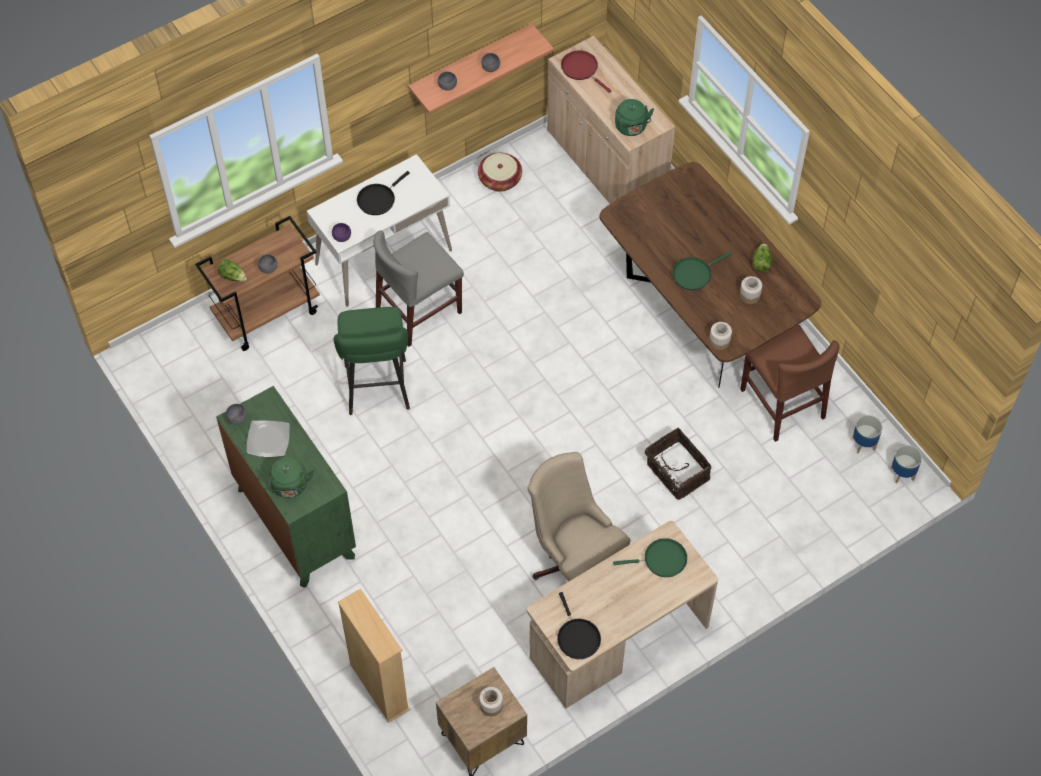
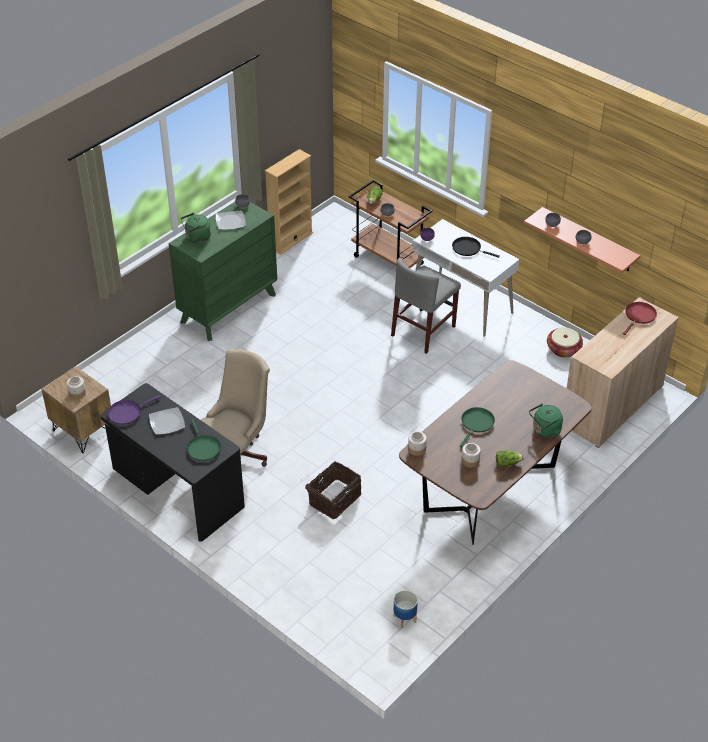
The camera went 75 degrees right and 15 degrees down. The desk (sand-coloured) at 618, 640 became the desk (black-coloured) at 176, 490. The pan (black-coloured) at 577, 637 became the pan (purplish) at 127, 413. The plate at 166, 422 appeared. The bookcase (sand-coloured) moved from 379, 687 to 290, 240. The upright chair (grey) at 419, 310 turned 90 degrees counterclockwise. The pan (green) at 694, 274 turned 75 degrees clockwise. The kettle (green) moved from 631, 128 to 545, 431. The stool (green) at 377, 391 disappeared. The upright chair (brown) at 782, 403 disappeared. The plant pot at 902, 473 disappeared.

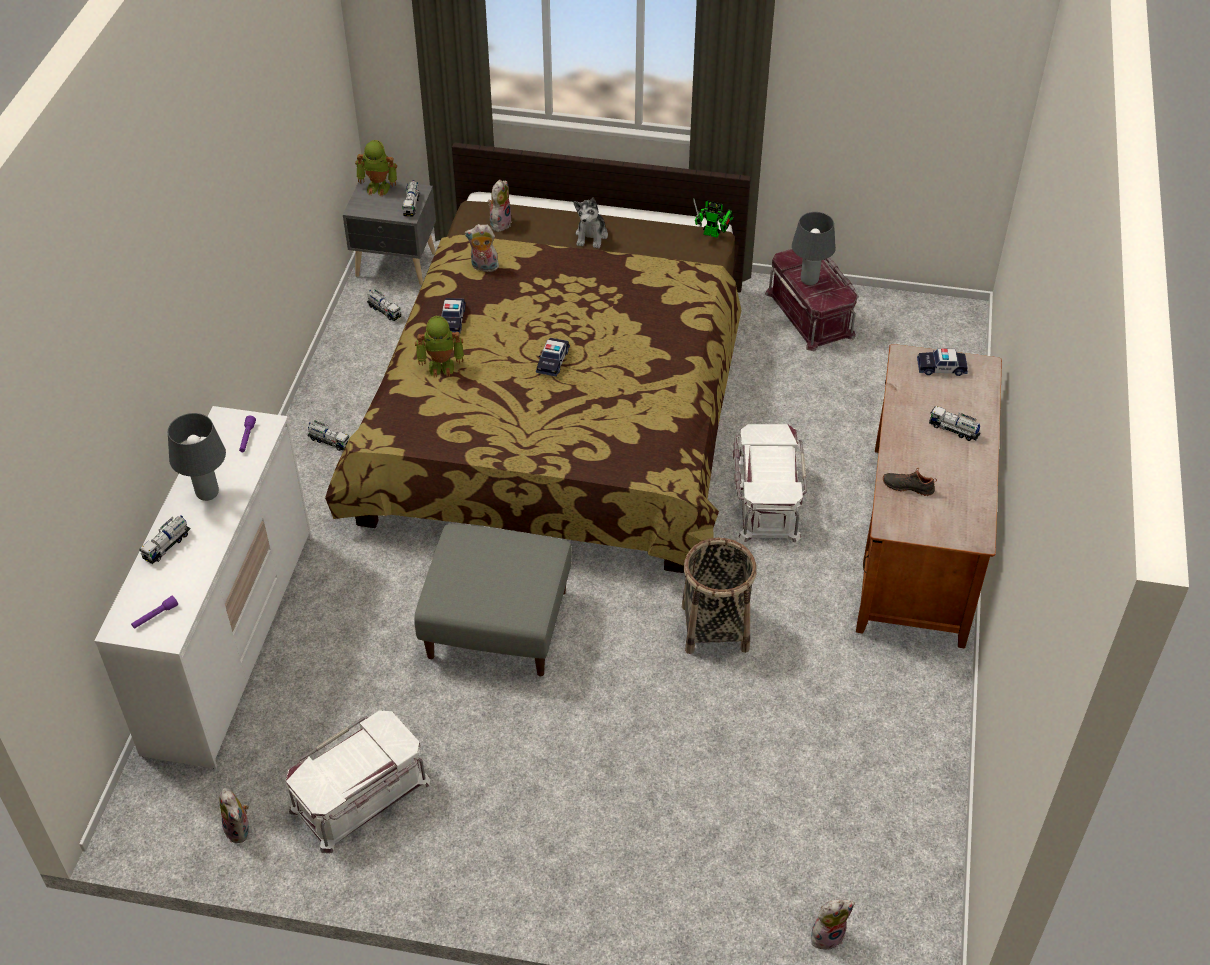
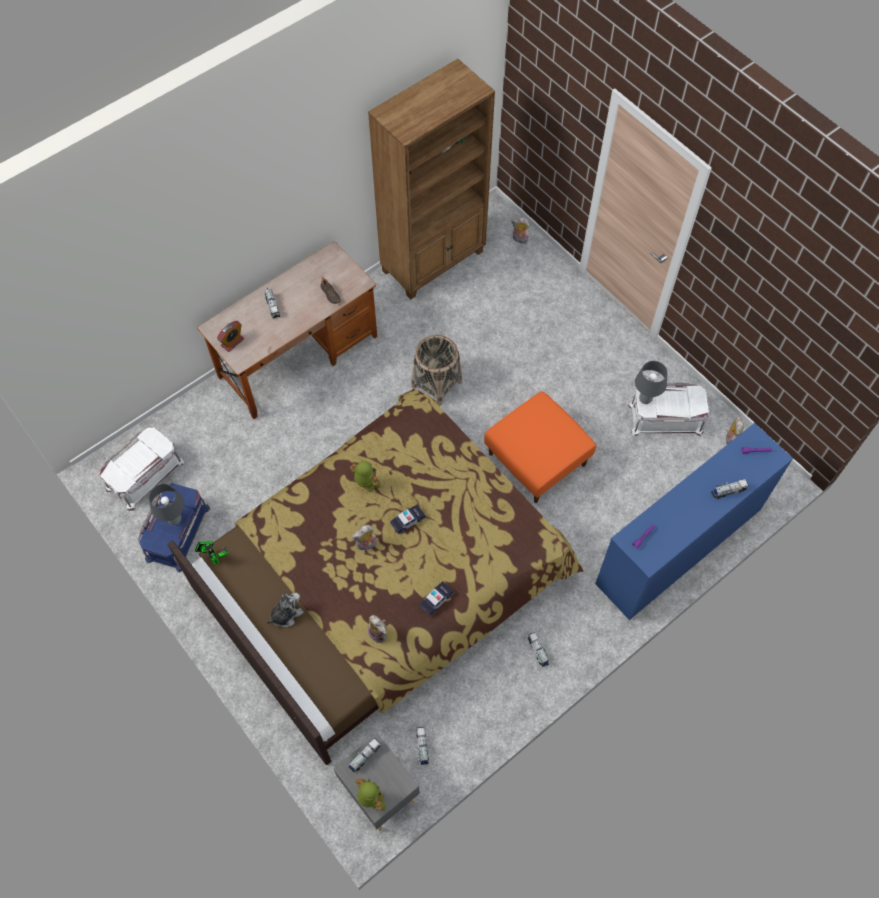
The camera went 140 degrees left and 15 degrees up. The storage container (white-coloured) moved from 765, 499 to 145, 476. The storage container (red-coloured) at 811, 314 became the storage container (blue-coloured) at 177, 533. The miniature car at 941, 367 was replaced by the table clock at 232, 342. The model robot moved from 441, 365 to 365, 484. The soft toy moved from 500, 223 to 366, 545. The bookcase (brown) at 434, 261 appeared. The pouffe (grey) at 498, 623 became the pouffe (orange) at 536, 459. The chest of drawers (white-coloured) at 231, 640 became the chest of drawers (blue-coloured) at 678, 546. The lamp for a table (grey) moved from 207, 493 to 645, 399.

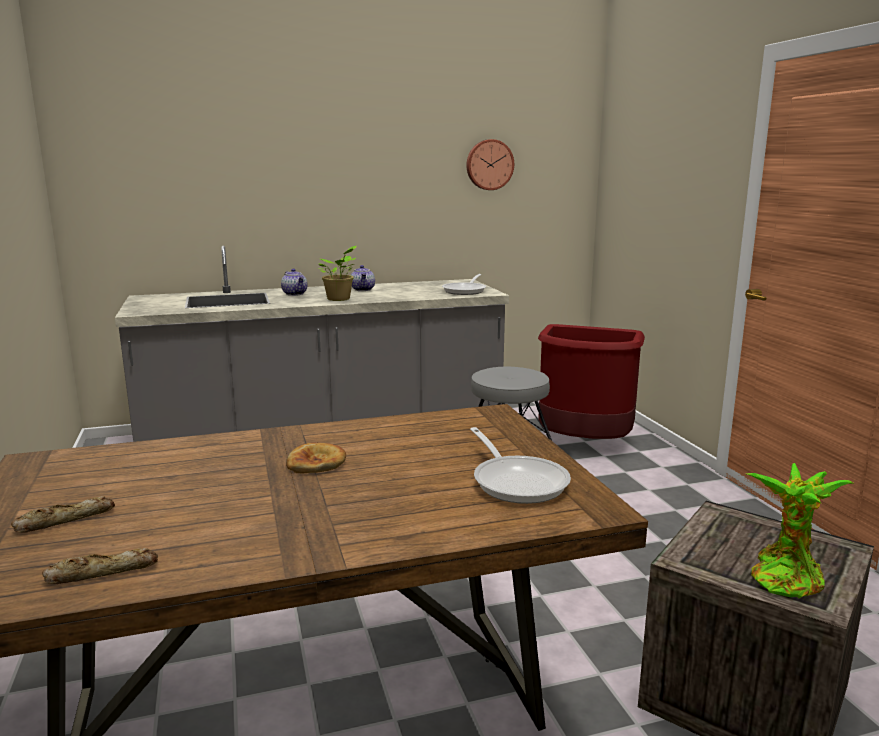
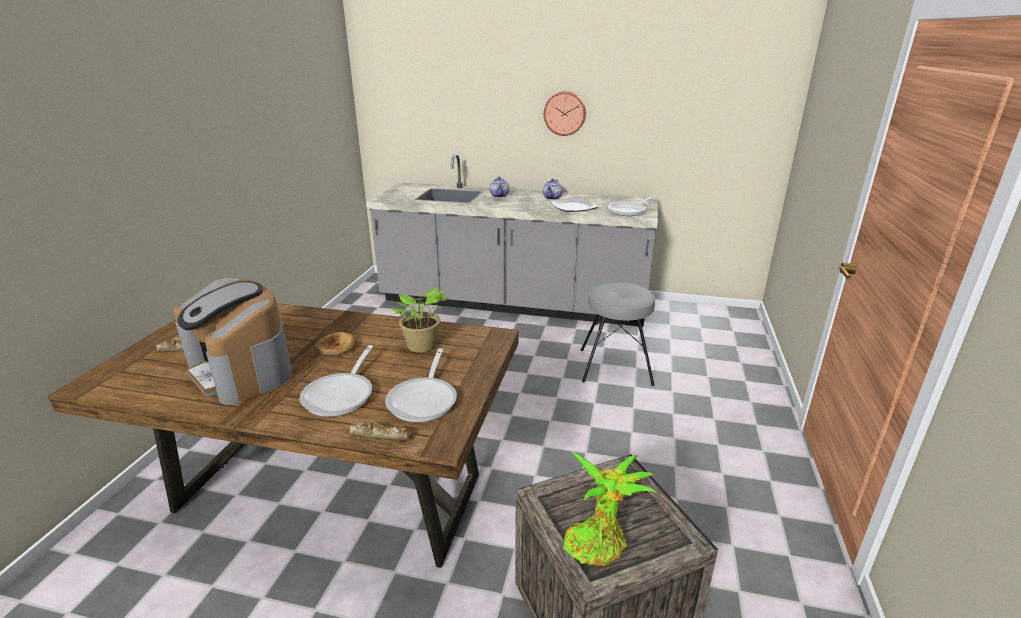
The camera went 30 degrees right and 10 degrees up. The coffee maker at 242, 370 appeared. The pan at 342, 395 appeared. The baked bread moved from 102, 572 to 381, 435. The potted plant moved from 340, 299 to 422, 347. The hanging clock moved from 489, 165 to 565, 113. The plate at 573, 207 appeared. The trash can (red-coloured) at 584, 444 disappeared.

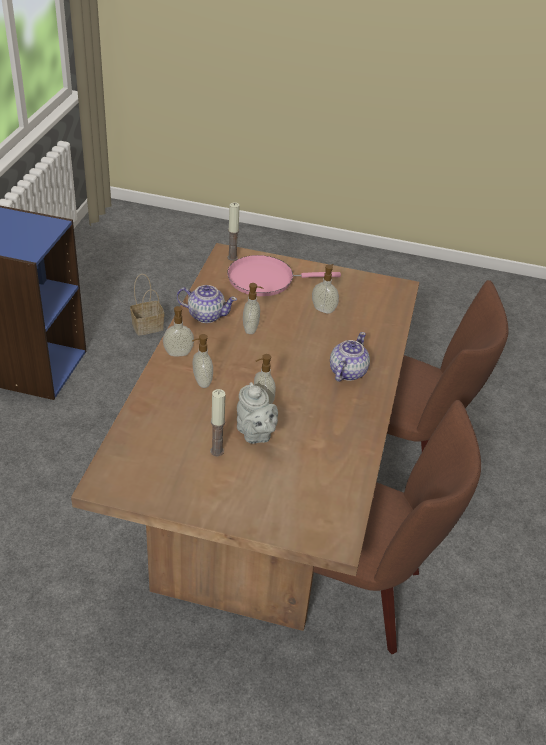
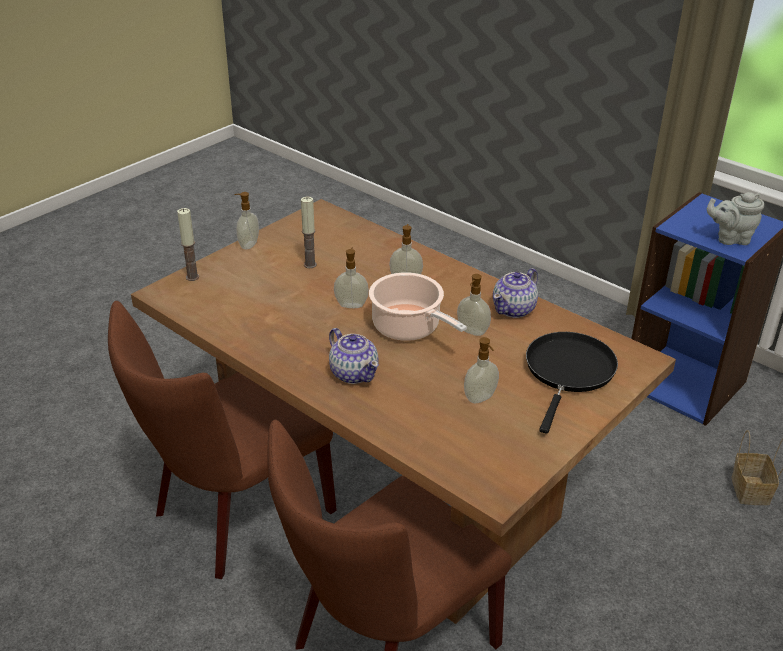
The camera went 120 degrees right and 5 degrees down. The candle moved from 232, 257 to 192, 277. The soap dispenser moved from 178, 354 to 248, 245. The saucepot at 409, 328 appeared. The pan (pink) at 265, 280 became the pan (black-coloured) at 568, 372. The teapot (grey) moved from 255, 434 to 730, 238.

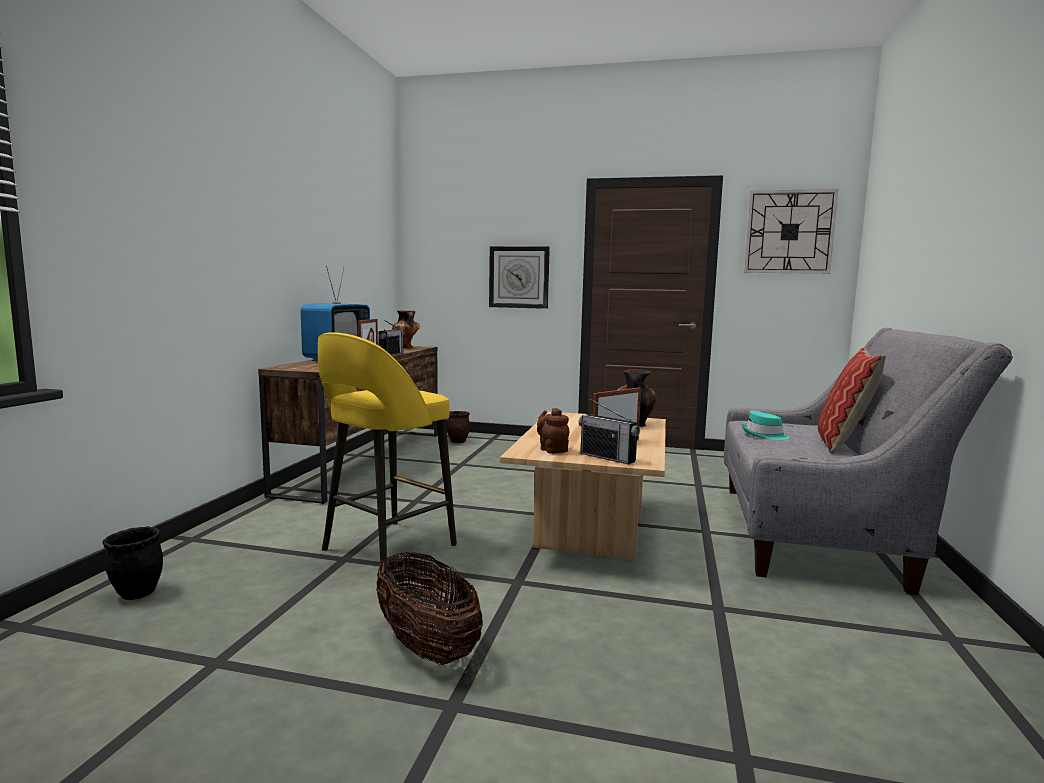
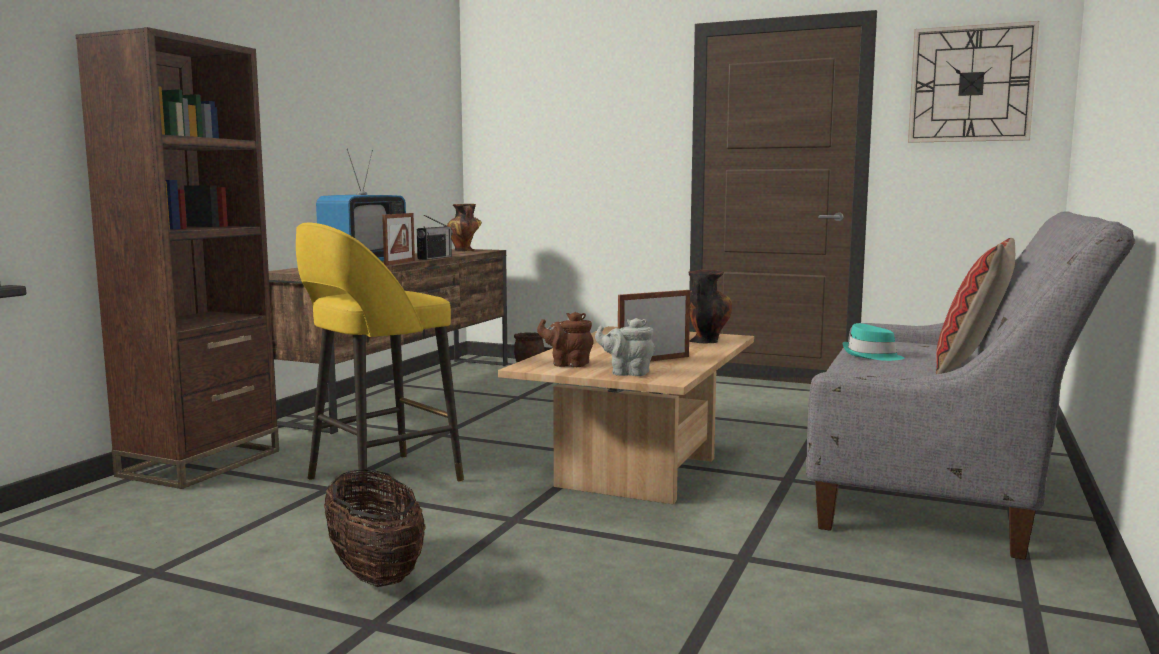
The camera went 10 degrees right and 0 degrees up. The bookcase (brown) at 201, 463 appeared. The teapot (brown) at 552, 450 turned 60 degrees counterclockwise. The radio at 607, 457 was replaced by the teapot (grey) at 627, 373. The plant pot (black-coloured) at 137, 593 disappeared. The hanging clock at 519, 277 disappeared.

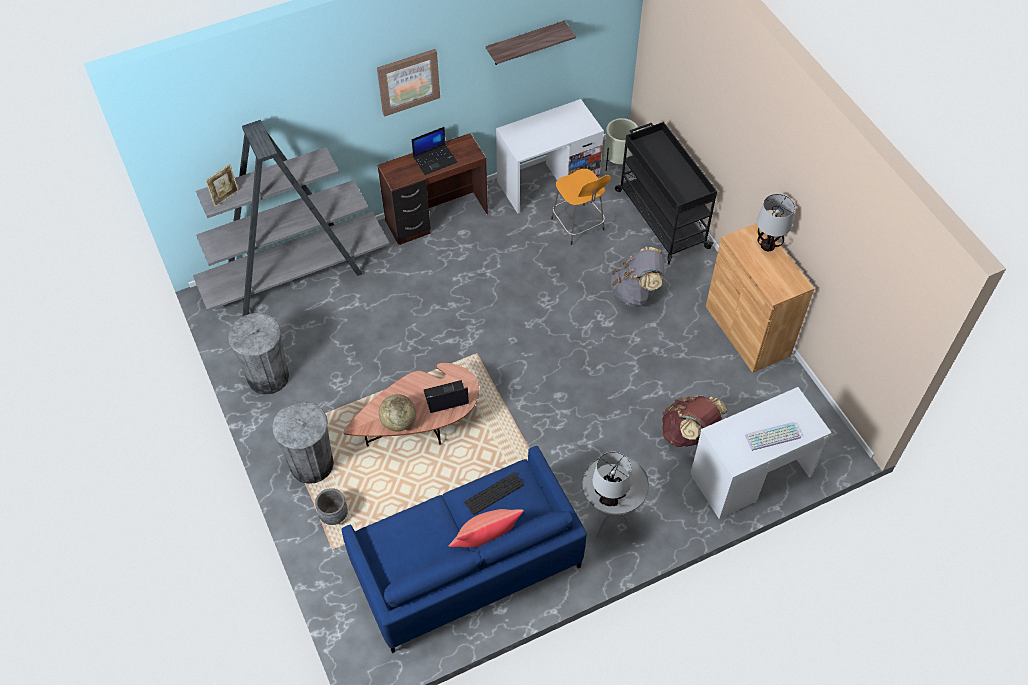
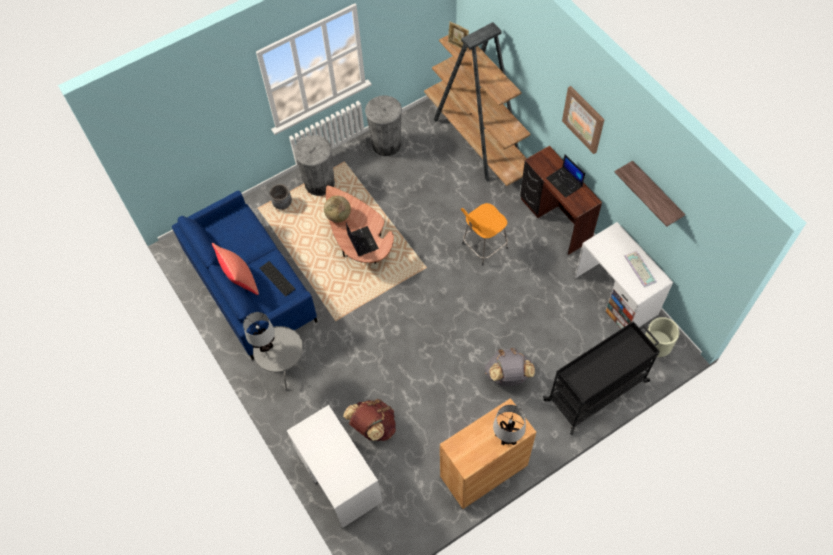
The camera went 85 degrees right and 5 degrees up. The bookcase (grey) at 296, 275 became the bookcase (brown) at 478, 141. The stool (orange) moved from 578, 226 to 483, 246. The PC keyboard moved from 772, 437 to 639, 268.

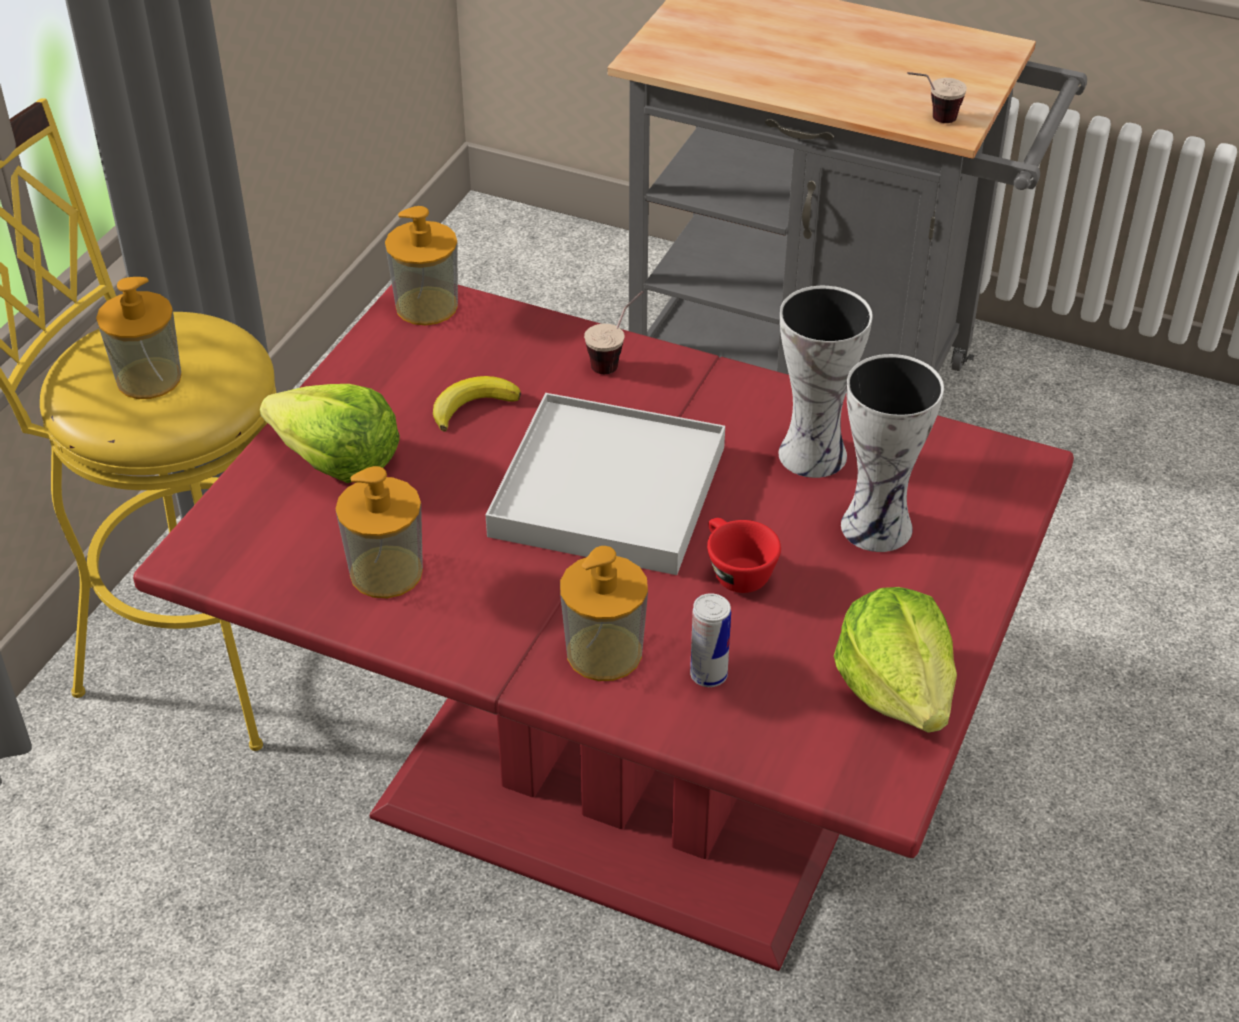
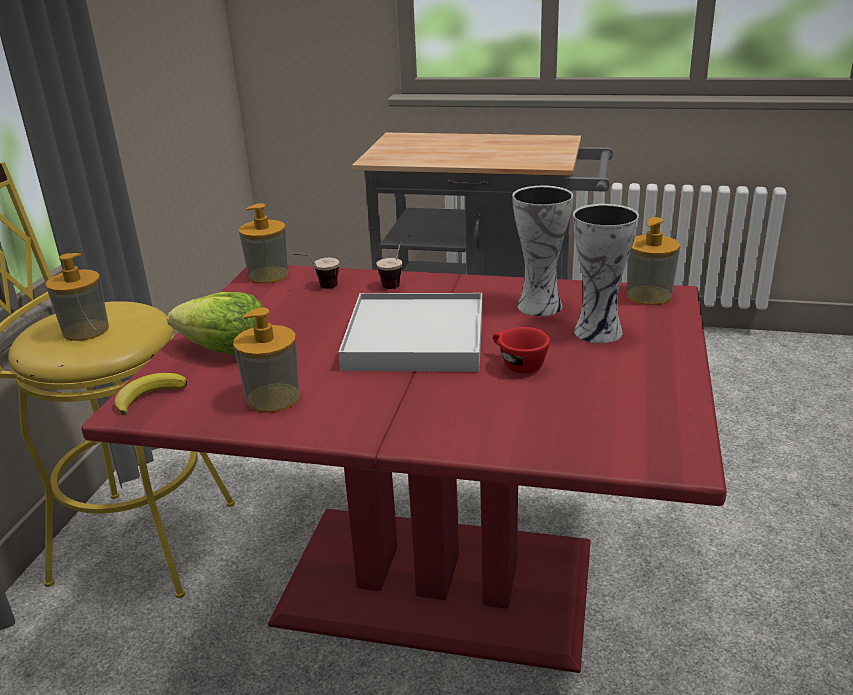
The camera went 10 degrees left and 15 degrees down. The banana moved from 472, 406 to 149, 396. The small cup moved from 931, 120 to 319, 288. The soap dispenser moved from 604, 652 to 648, 295. The sealed can at 708, 675 disappeared. The lettuce head at 897, 688 disappeared.

